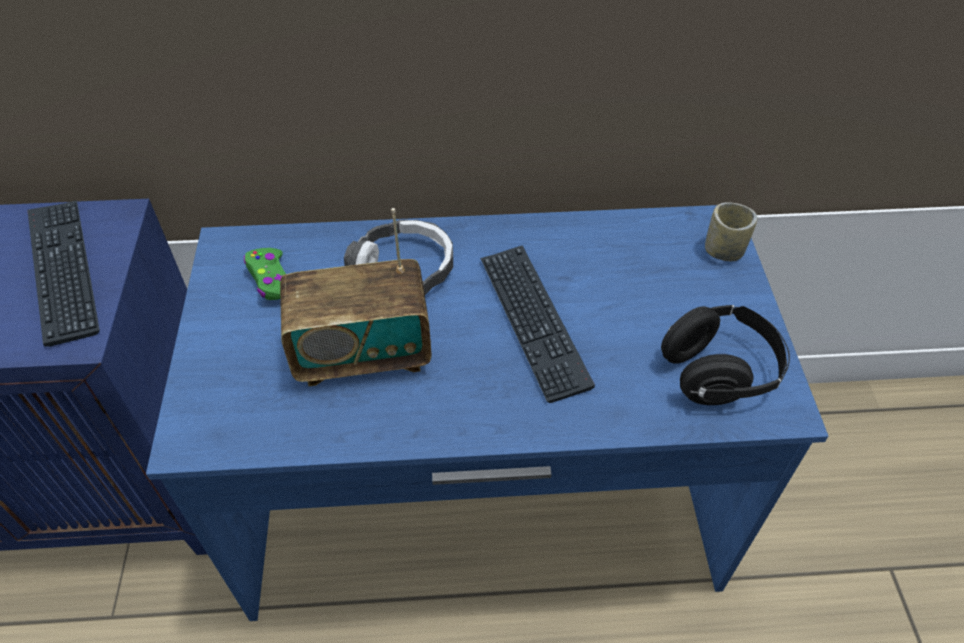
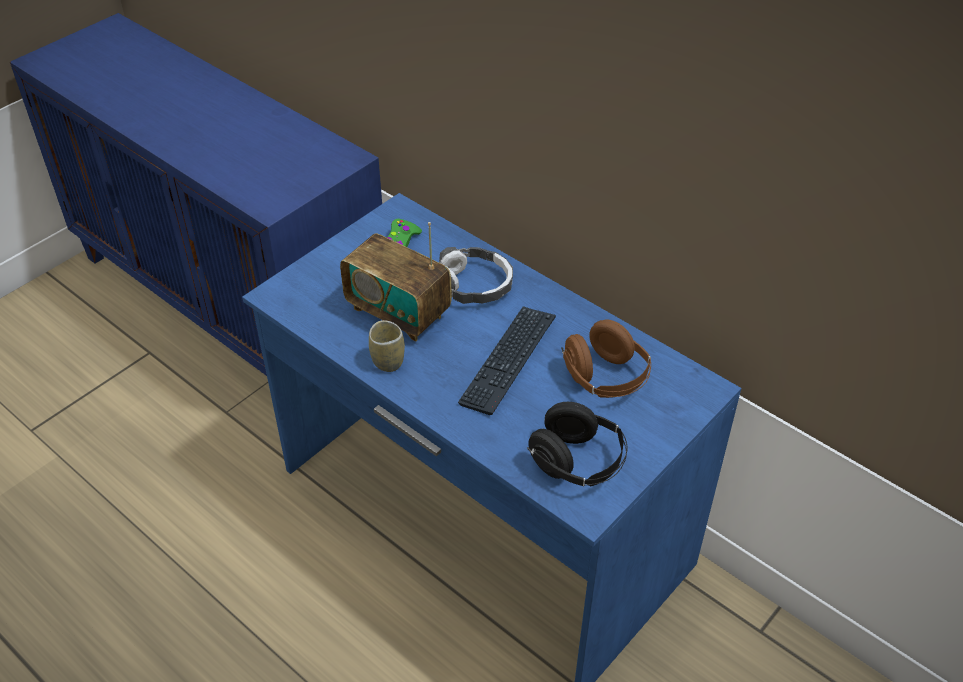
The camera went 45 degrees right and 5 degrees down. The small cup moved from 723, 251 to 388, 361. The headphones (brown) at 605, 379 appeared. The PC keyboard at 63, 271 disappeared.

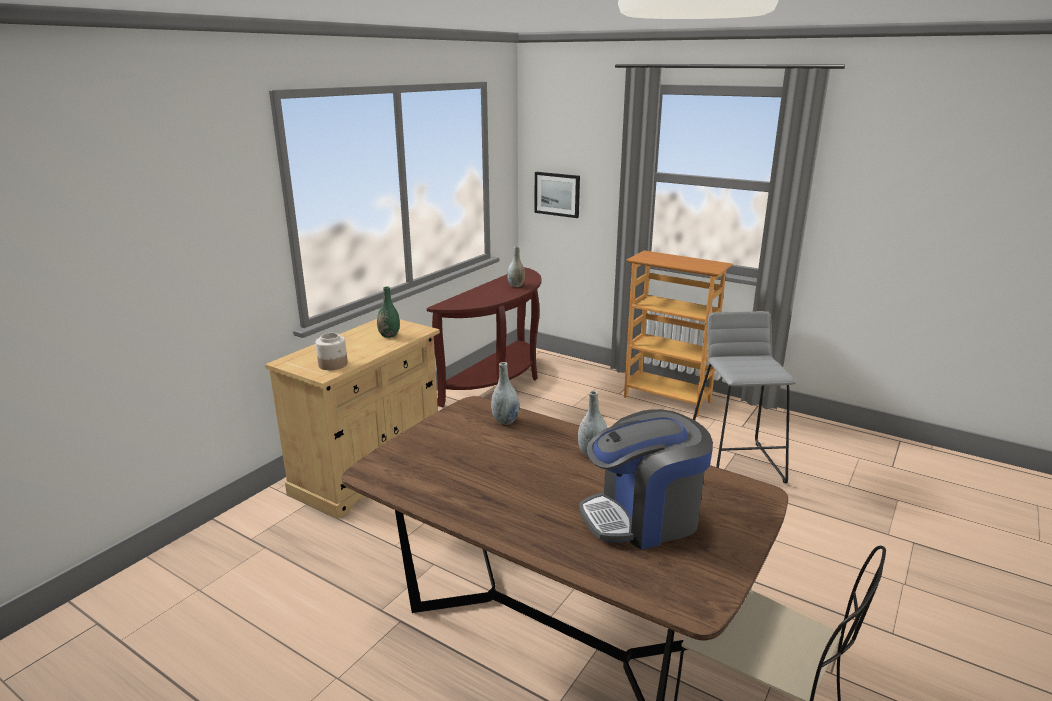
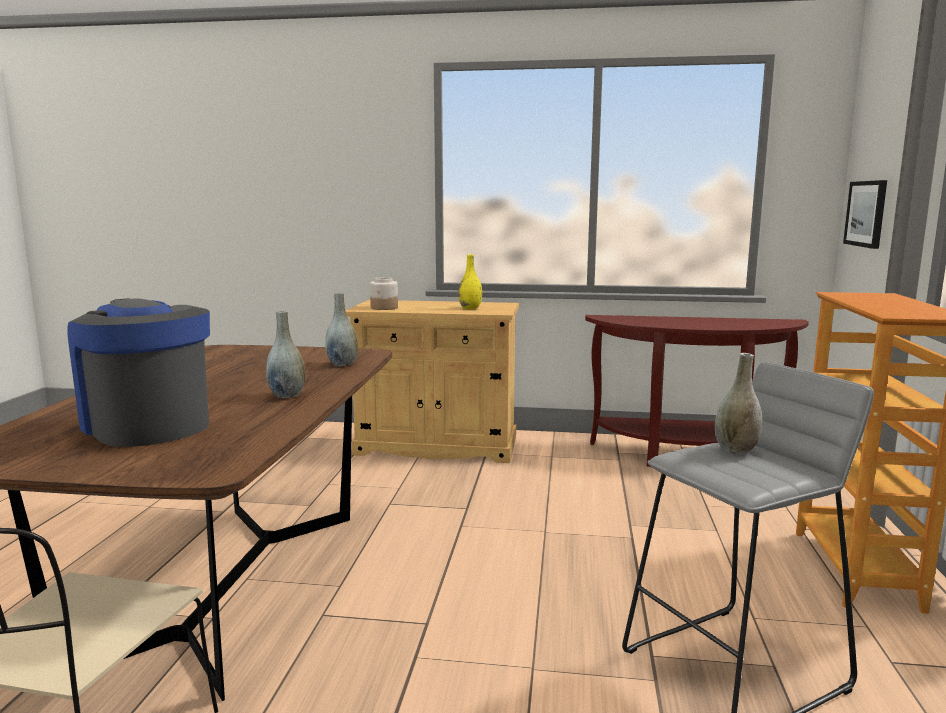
The camera went 65 degrees right and 10 degrees down. The decorative vase (green) at 389, 335 became the decorative vase (yellowish) at 470, 308. The decorative vase (grey) moved from 516, 285 to 735, 450.

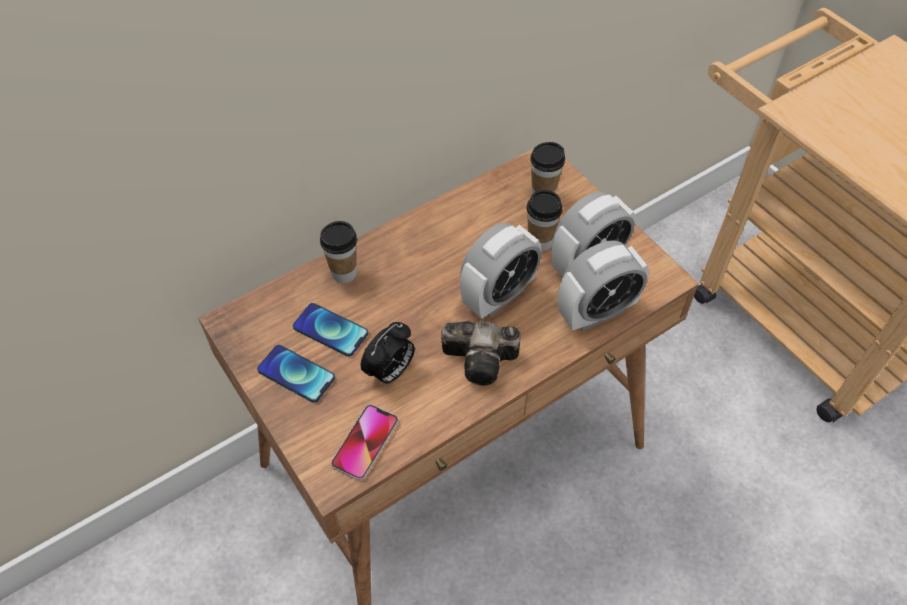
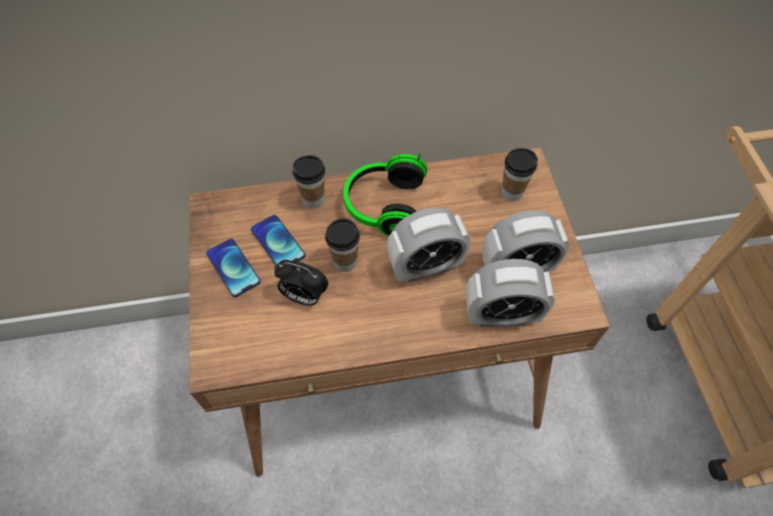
The camera went 25 degrees right and 5 degrees up. The table clock at 390, 372 turned 45 degrees clockwise. The small cup moved from 540, 242 to 345, 262. The headphones at 383, 206 appeared. The telephone at 365, 443 disappeared. The still camera at 483, 360 disappeared.

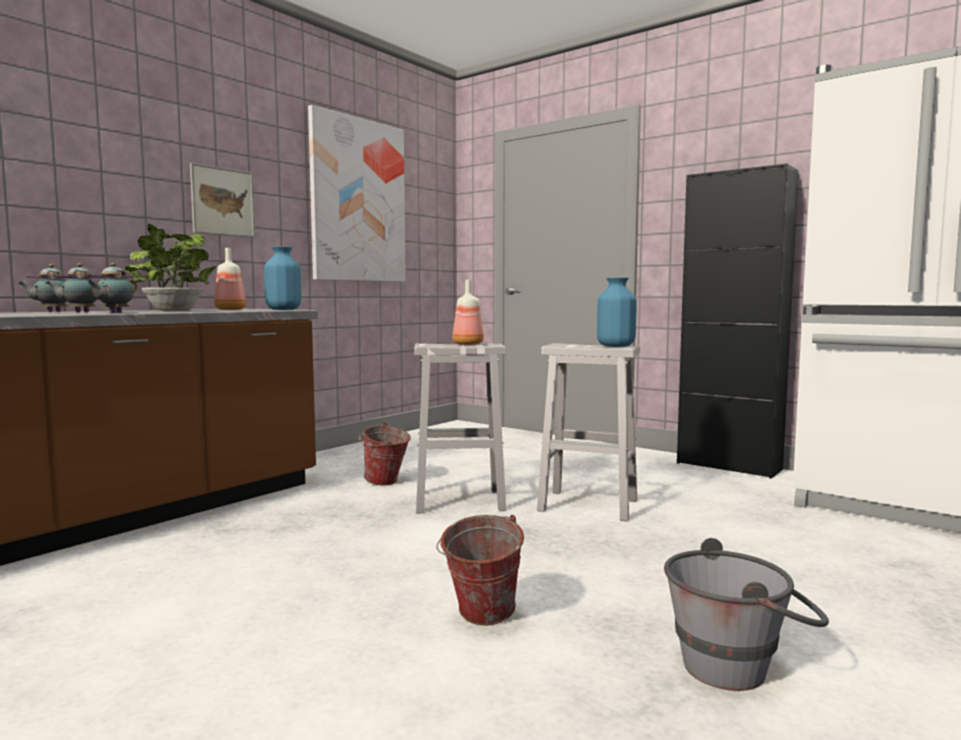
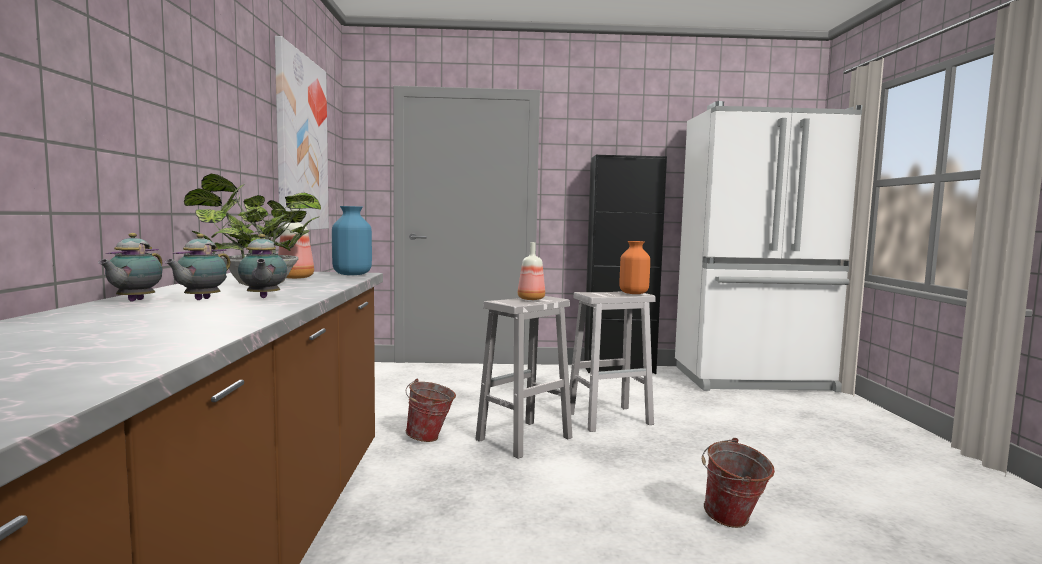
The camera went 40 degrees left and 0 degrees up. The decorative vase (blue-coloured) at 615, 346 became the decorative vase (orange) at 633, 293. The picture at 222, 201 disappeared. The water bucket (grey) at 740, 667 disappeared.

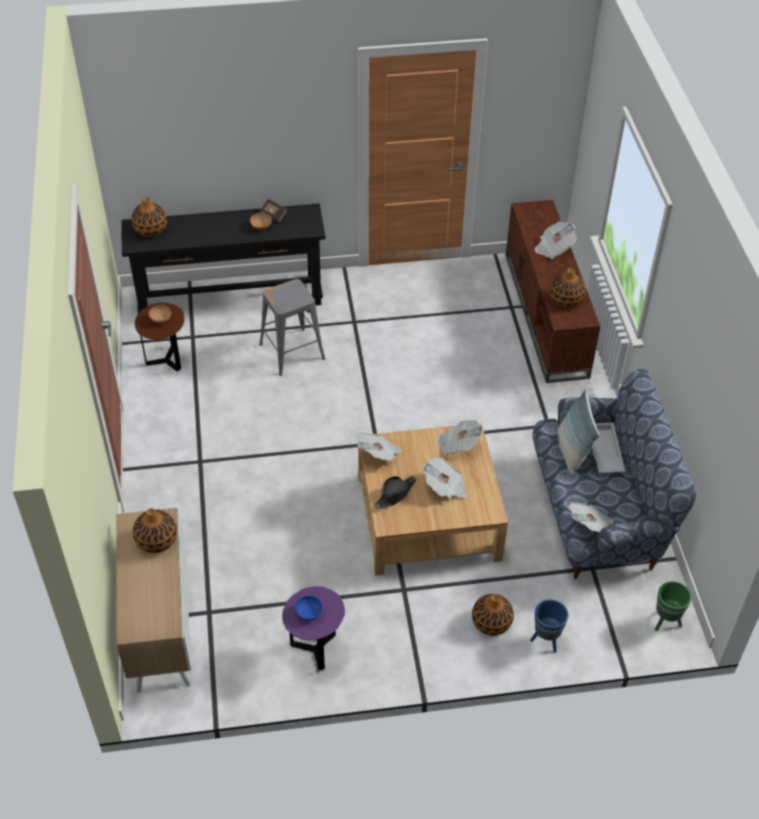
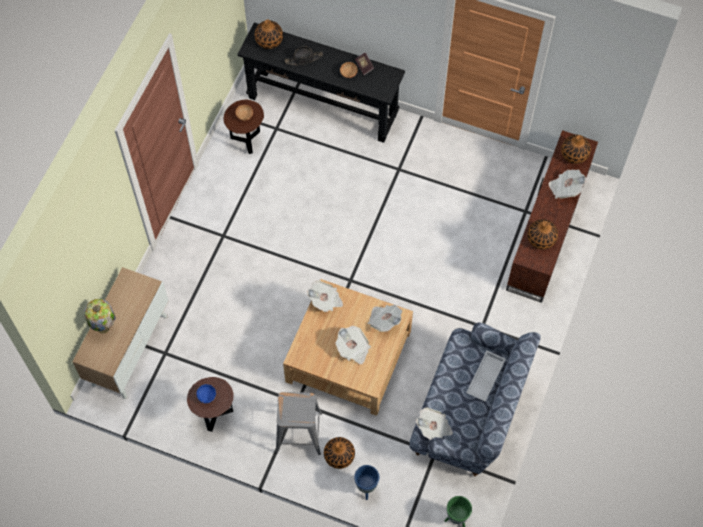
The camera went 30 degrees right and 15 degrees up. The lamp for a table at 104, 327 appeared. The end table (purplish) at 315, 649 became the end table (brown) at 215, 415. The stool (grey) moved from 292, 351 to 298, 433. The hat (black-coloured) moved from 395, 494 to 304, 59. The decorative vase moved from 156, 540 to 574, 154. The throw pillow at 572, 451 disappeared.

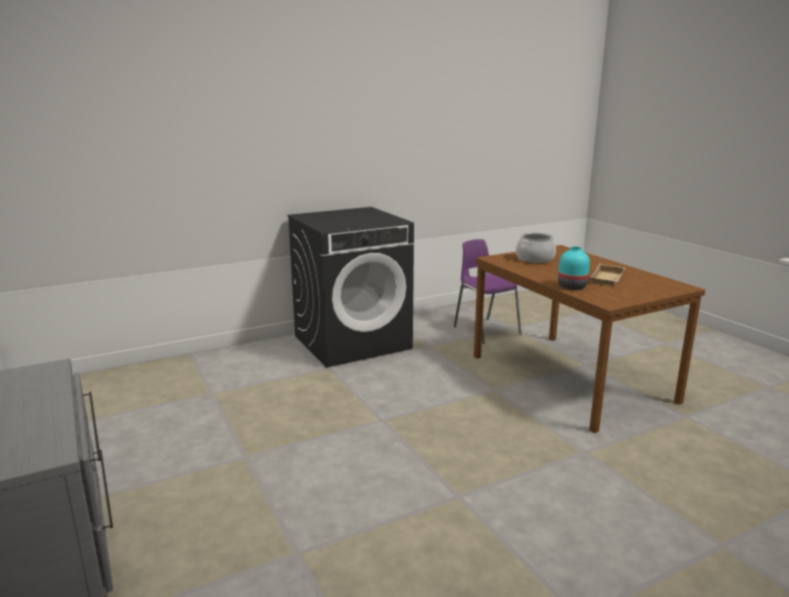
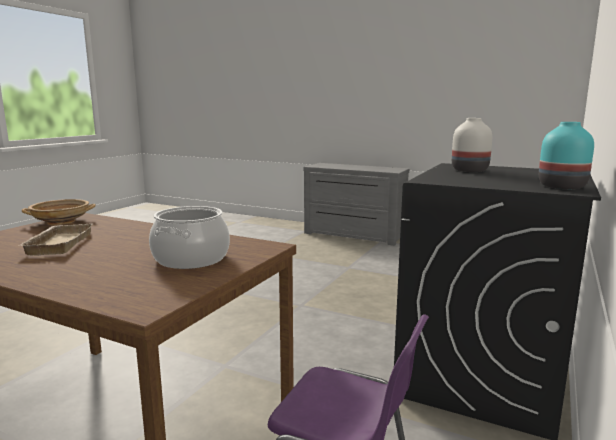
The camera went 145 degrees right and 5 degrees down. The deep dish (sand-coloured) at 62, 221 appeared. The decorative vase (white-coloured) at 469, 170 appeared. The decorative vase (turquoise-coloured) moved from 571, 287 to 562, 186.

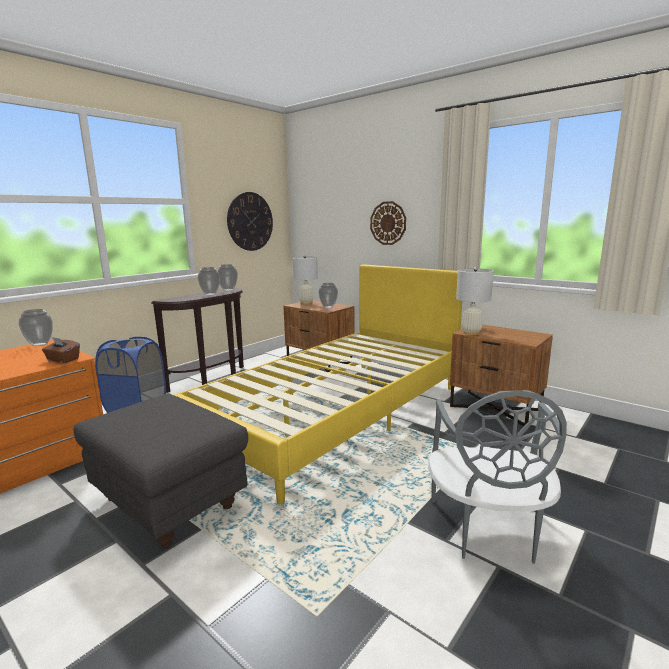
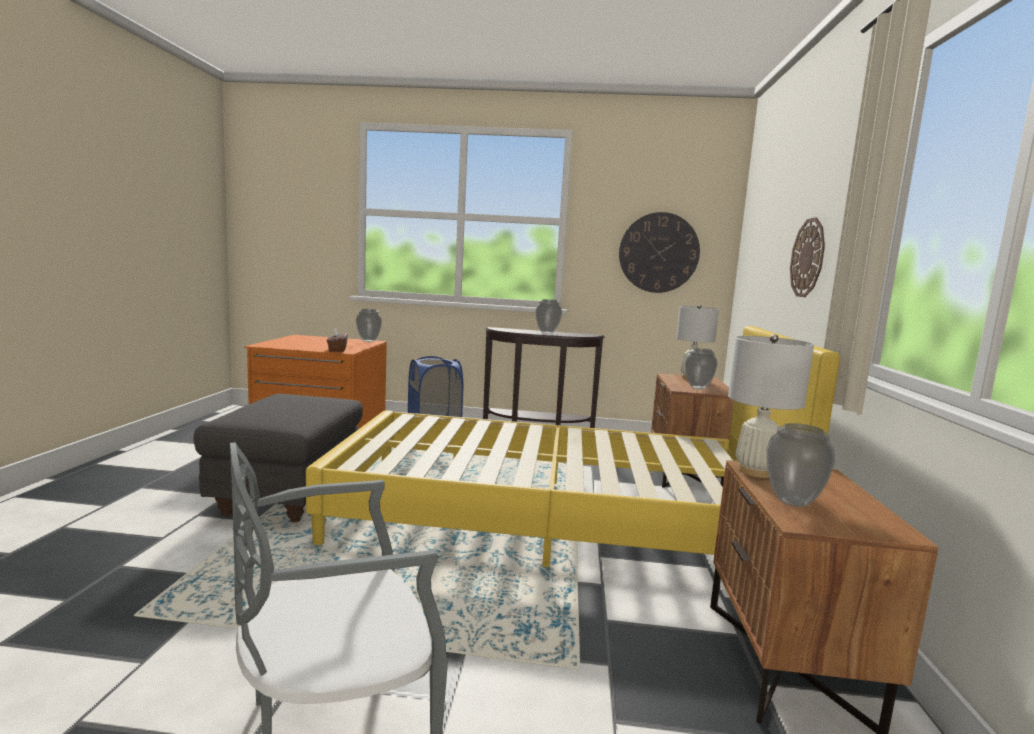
The camera went 55 degrees right and 5 degrees down. The decorative vase moved from 228, 290 to 791, 501.

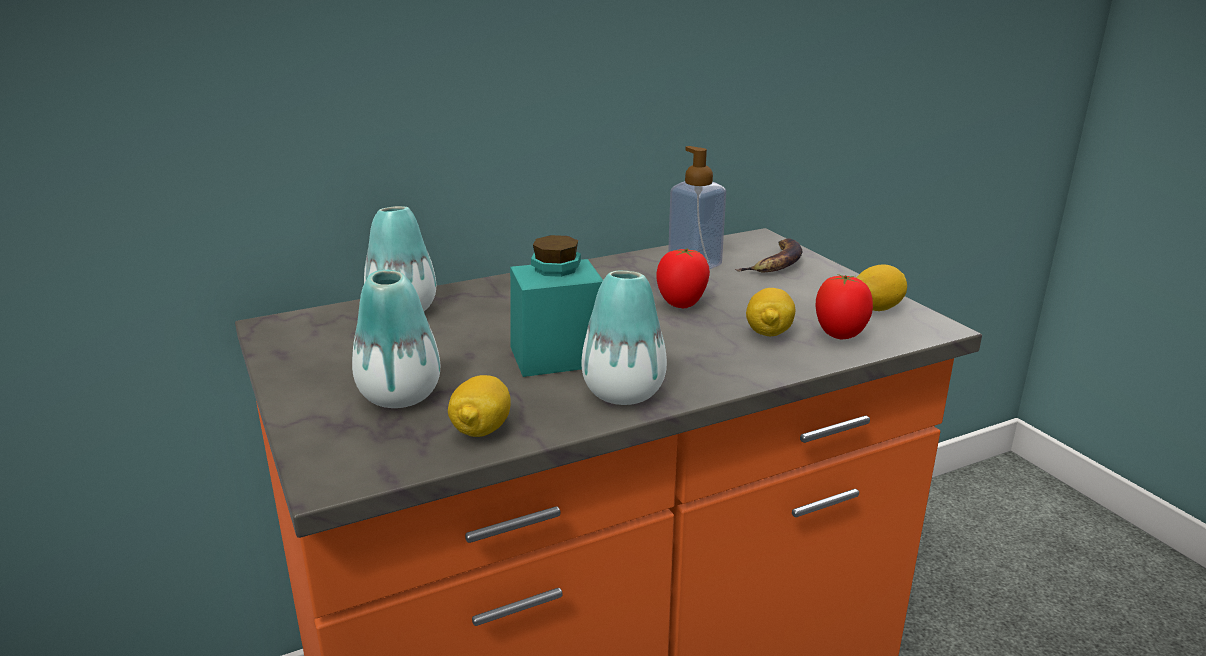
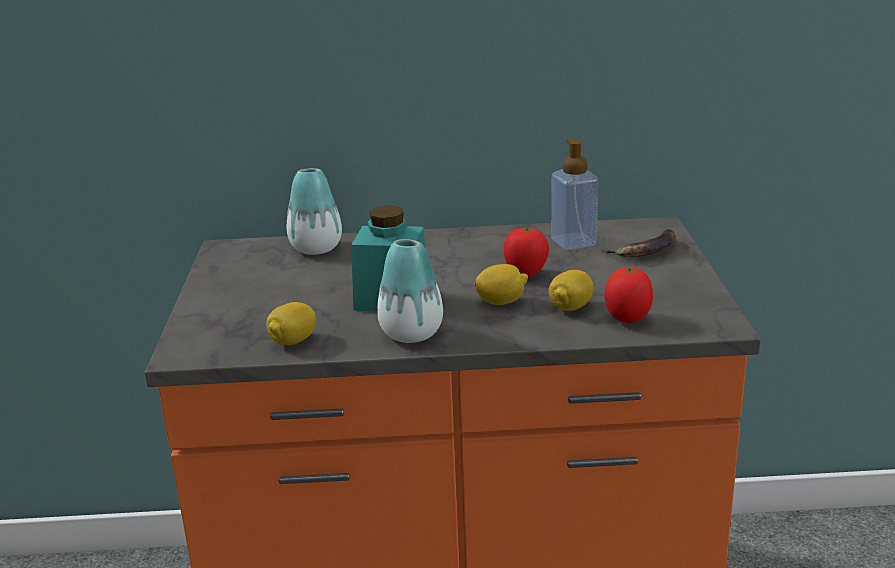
The camera went 25 degrees right and 0 degrees up. The citrus fruit moved from 877, 308 to 501, 302. The decorative vase at 400, 396 disappeared.

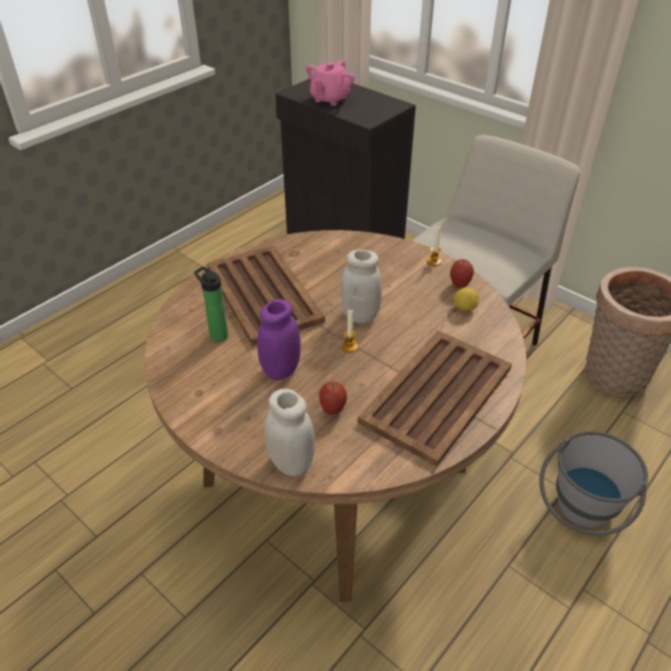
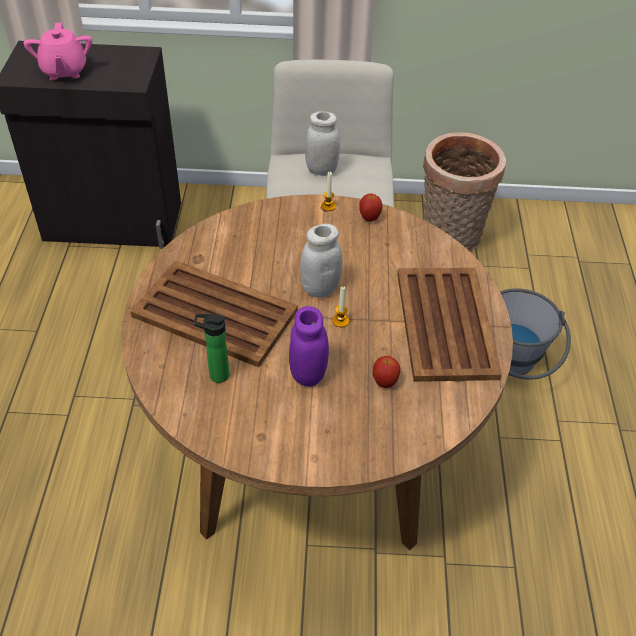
The camera went 40 degrees left and 5 degrees up. The preserve jar (white-coloured) moved from 291, 462 to 321, 170. The citrus fruit at 464, 308 disappeared.

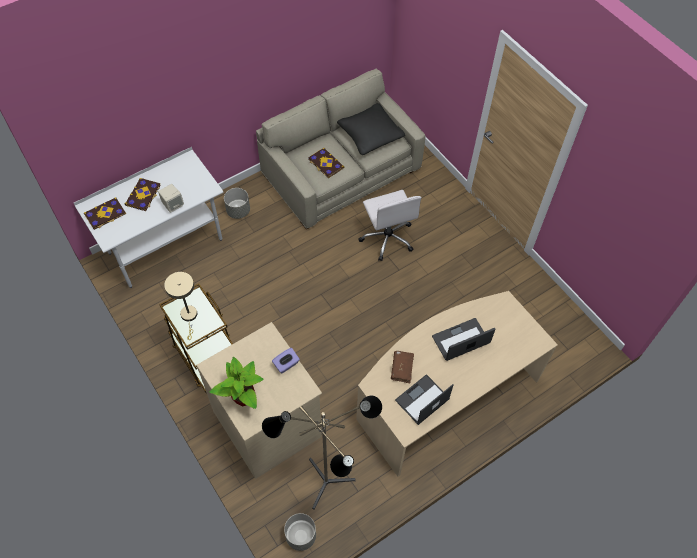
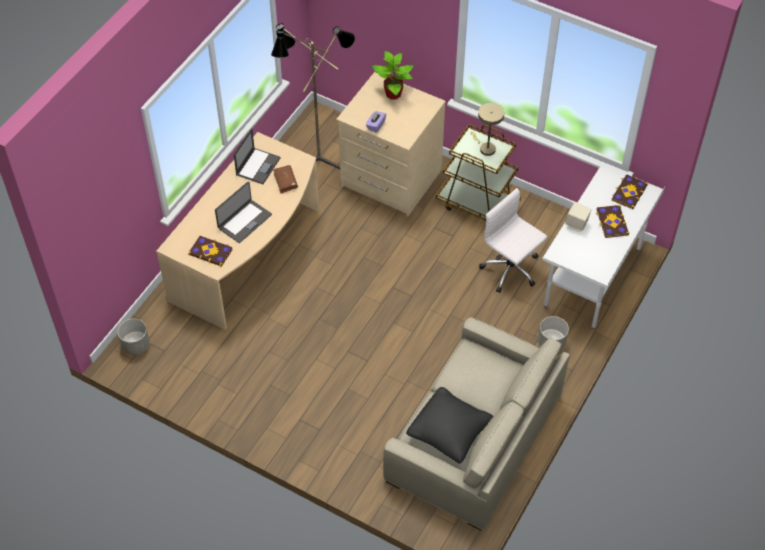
The camera went 155 degrees right and 5 degrees down. The plant pot (grey) moved from 301, 536 to 135, 345. The volume moved from 325, 164 to 211, 251. The computer chair (white-coloured) moved from 387, 238 to 511, 270.

